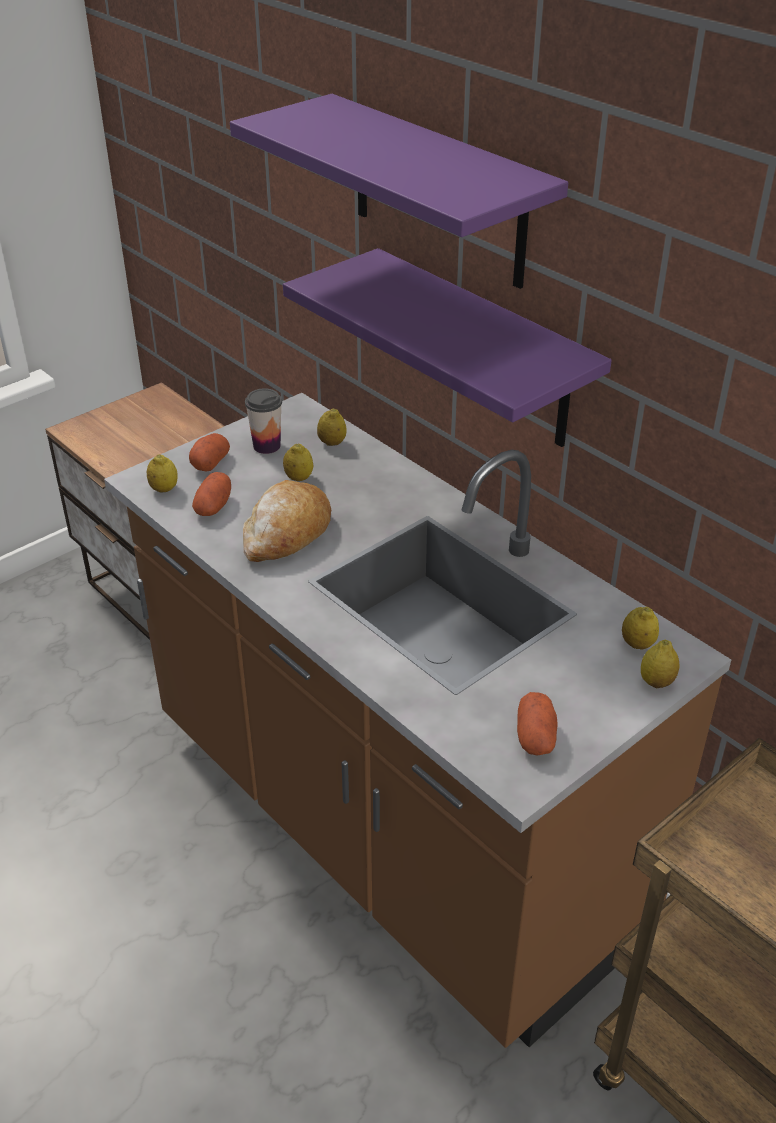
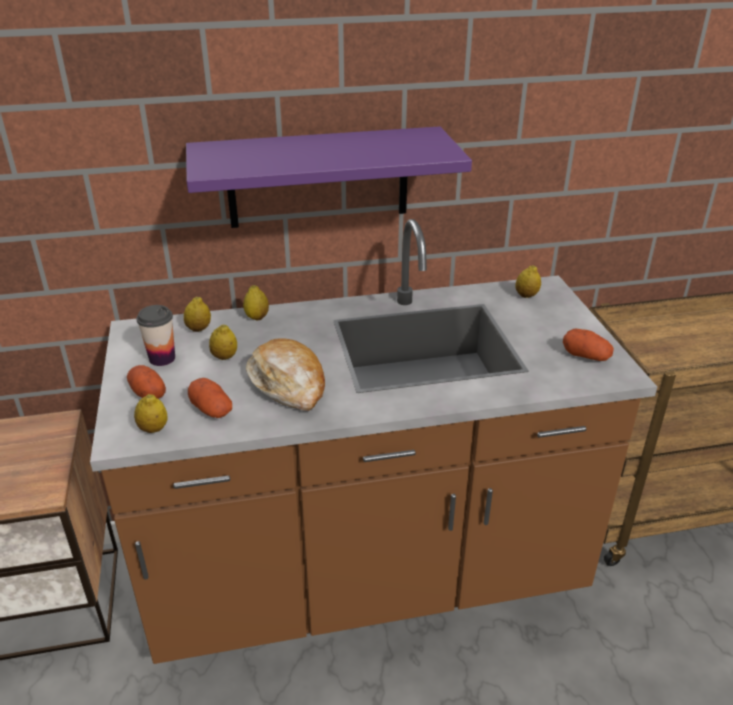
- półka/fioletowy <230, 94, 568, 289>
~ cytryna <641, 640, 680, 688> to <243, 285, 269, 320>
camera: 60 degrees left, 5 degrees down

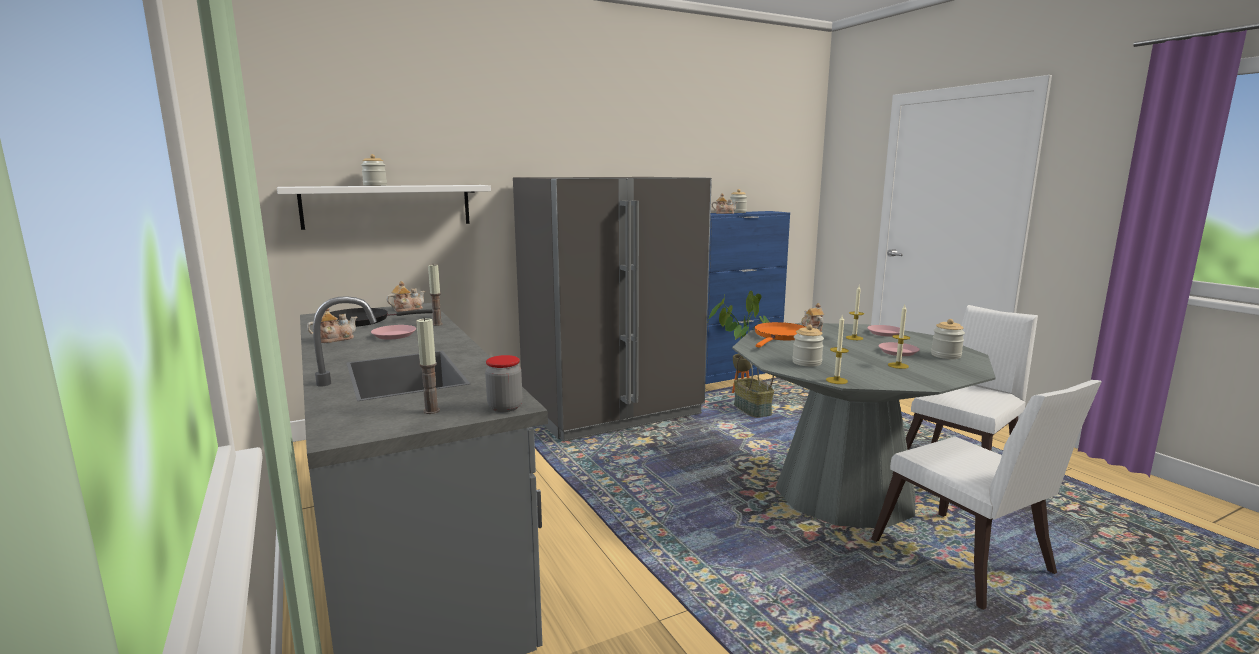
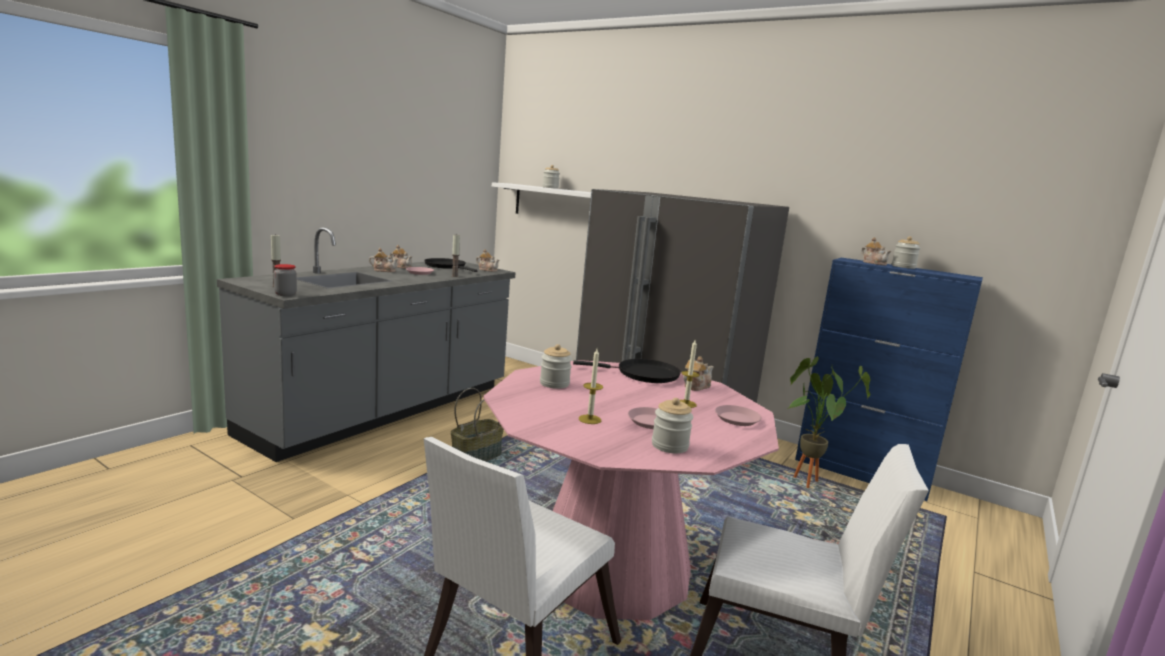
- świeca <826, 315, 849, 384>
+ imbryk <369, 248, 398, 272>
~ koszyk <734, 356, 774, 418> to <451, 388, 504, 461>
~ stół jadalny/szary <732, 323, 996, 528> to stół jadalny/różowy <483, 360, 779, 620>
~ patelnia/pomarańczowy <754, 322, 806, 348> to patelnia/czarny <573, 359, 681, 383>
camera: 60 degrees right, 0 degrees up

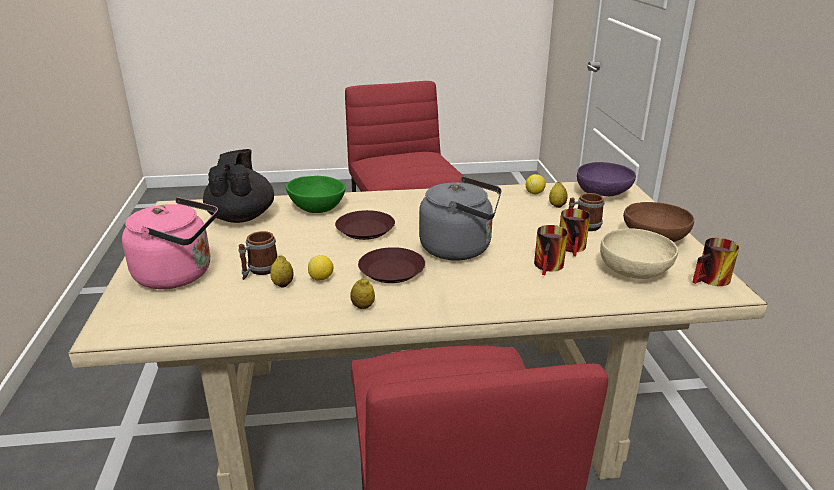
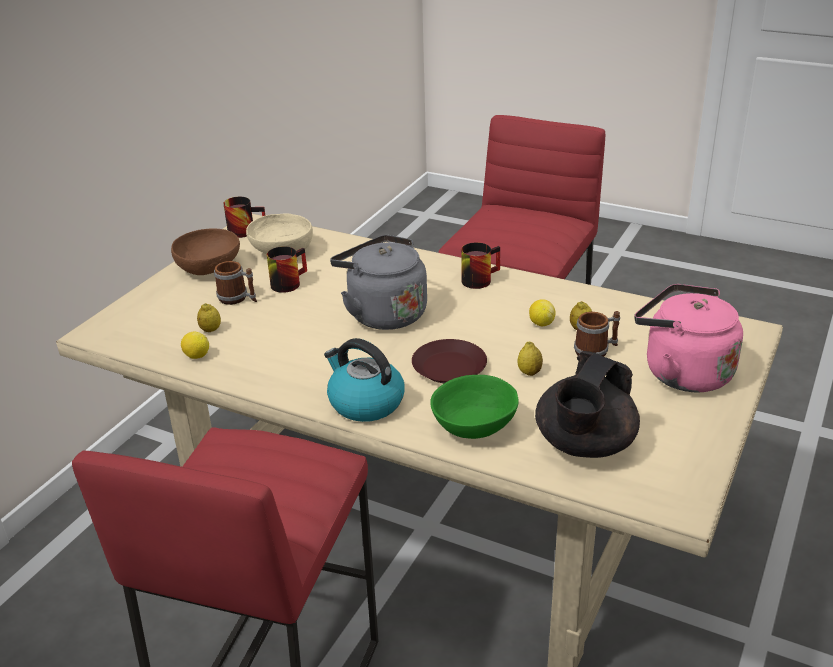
- talerz/brązowy <358, 247, 425, 283>
- miska/fioletowy <577, 162, 636, 196>
+ czajnik <324, 338, 404, 422>
~ cytryna <350, 278, 375, 309> to <517, 342, 543, 376>
~ kubek <534, 225, 568, 275> to <461, 242, 500, 289>
camera: 145 degrees left, 5 degrees up

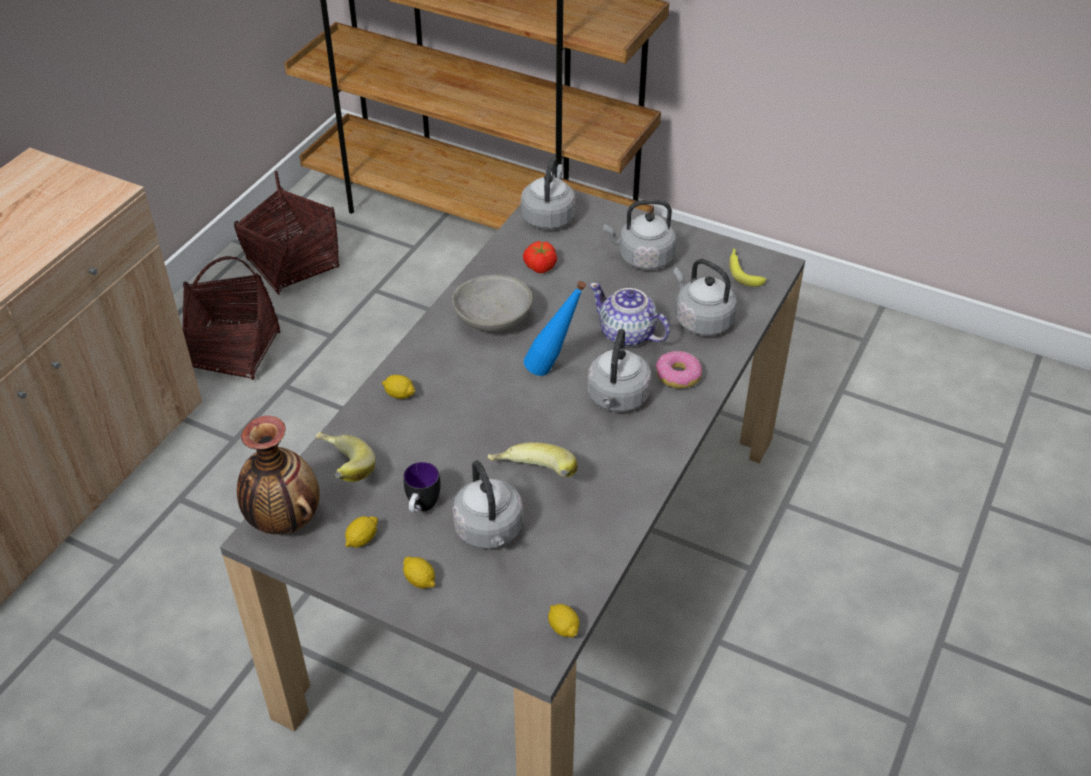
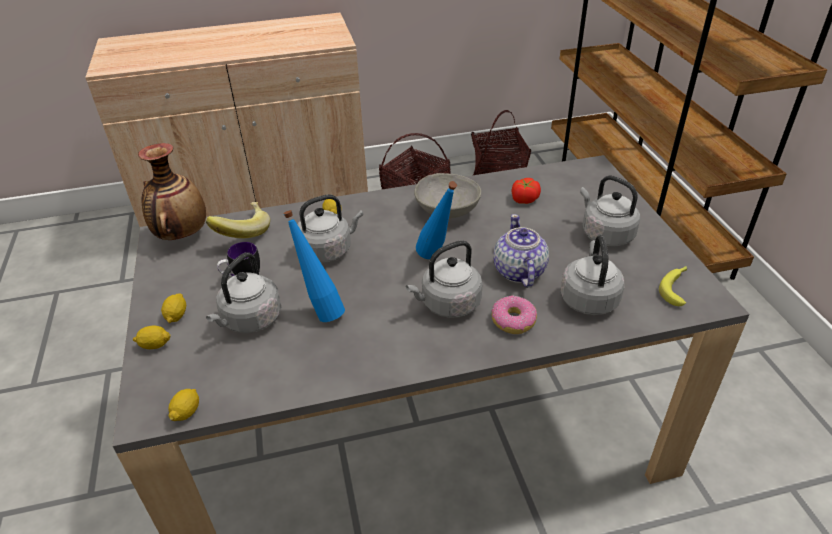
~ cytryna <345, 516, 378, 548> to <133, 325, 171, 349>
~ czajnik/szary <521, 157, 575, 230> to <297, 194, 363, 263>
~ banan <487, 442, 577, 477> to butelka/niebieski <283, 210, 345, 322>
camera: 50 degrees right, 5 degrees down

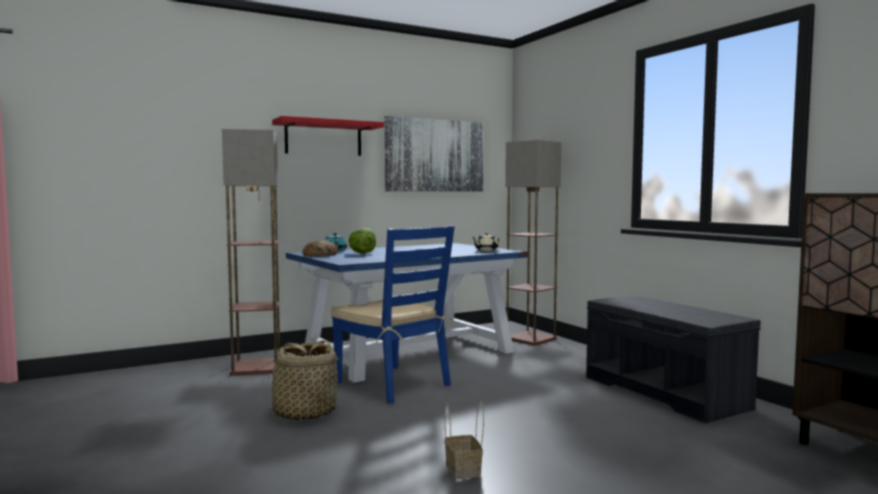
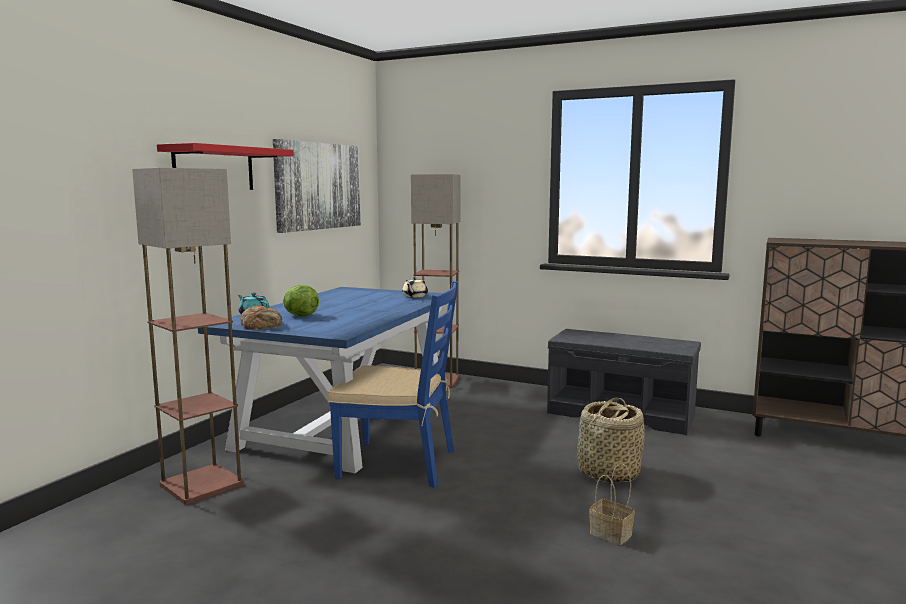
~ koszyk <258, 340, 347, 421> to <577, 398, 645, 482>
camera: 35 degrees left, 5 degrees up

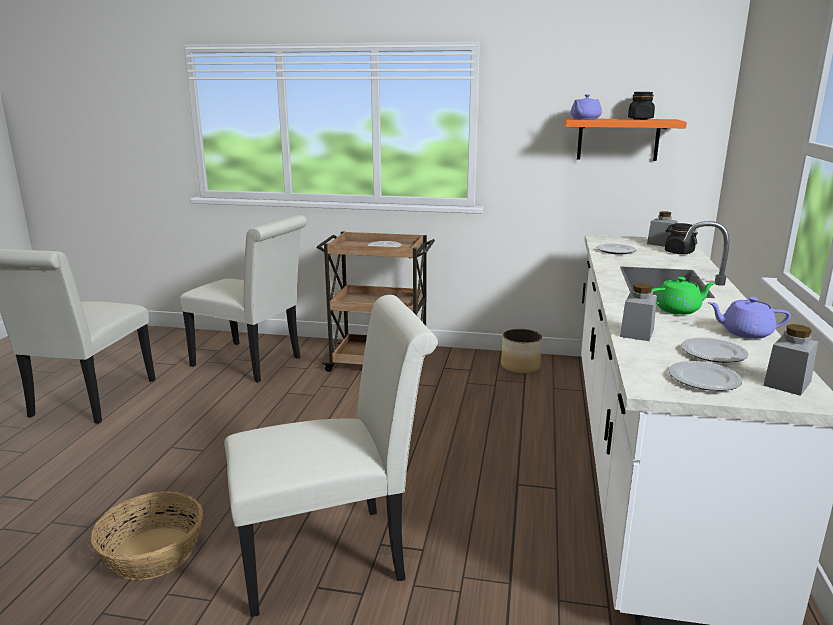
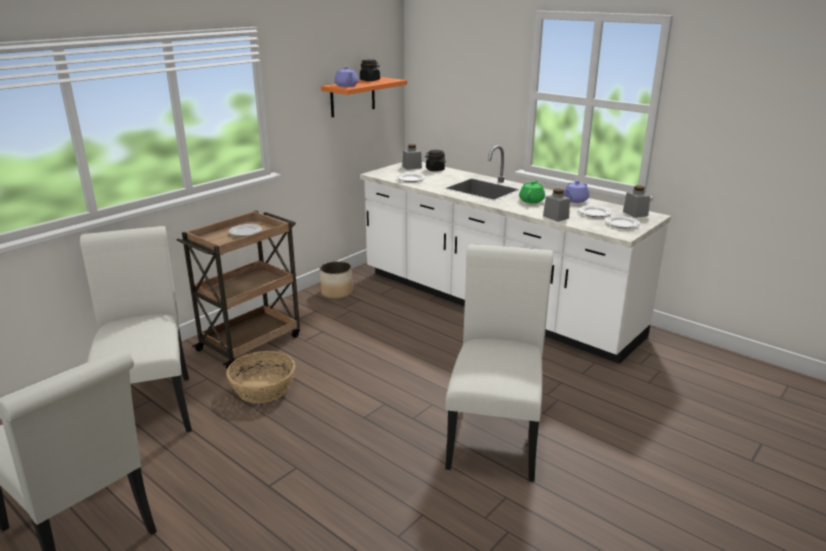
~ koszyk <91, 491, 203, 580> to <226, 351, 295, 403>
~ krzesło/biały <179, 215, 307, 383> = <80, 226, 192, 432> 75 degrees counterclockwise
camera: 60 degrees left, 5 degrees up

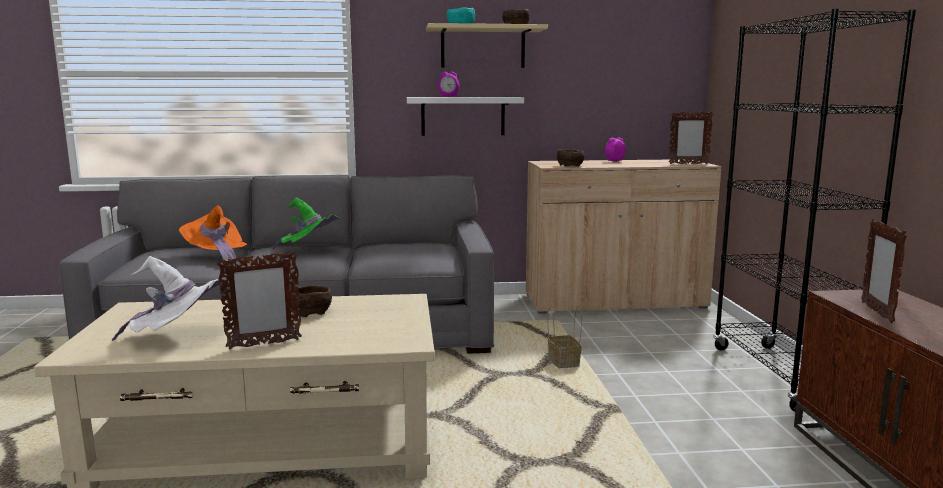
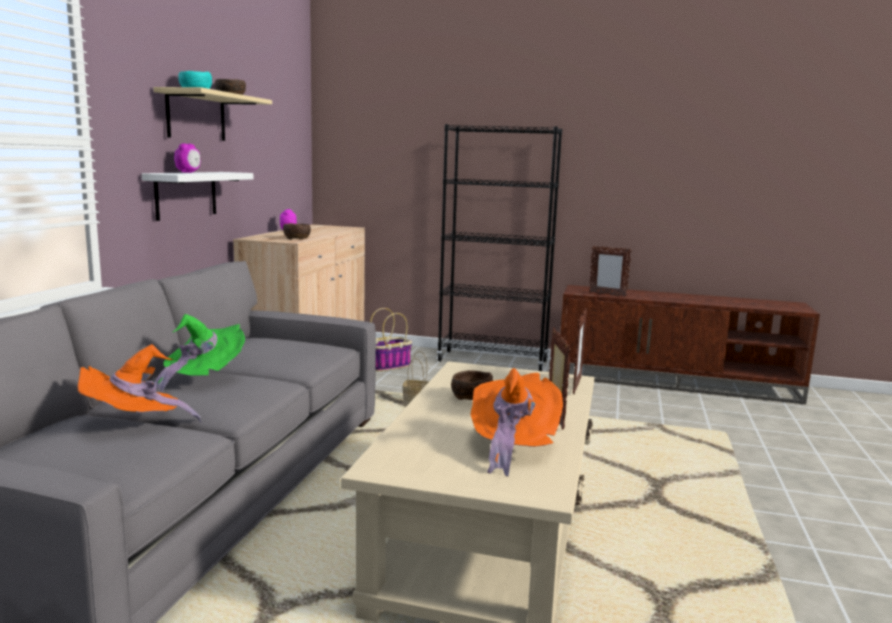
+ koszyk <370, 308, 412, 372>
~ ramka na zdjęcie <669, 111, 713, 164> to <573, 308, 587, 394>
~ kapelusz/biały <112, 256, 222, 341> to kapelusz/pomarańczowy <471, 368, 563, 476>
camera: 70 degrees left, 0 degrees up

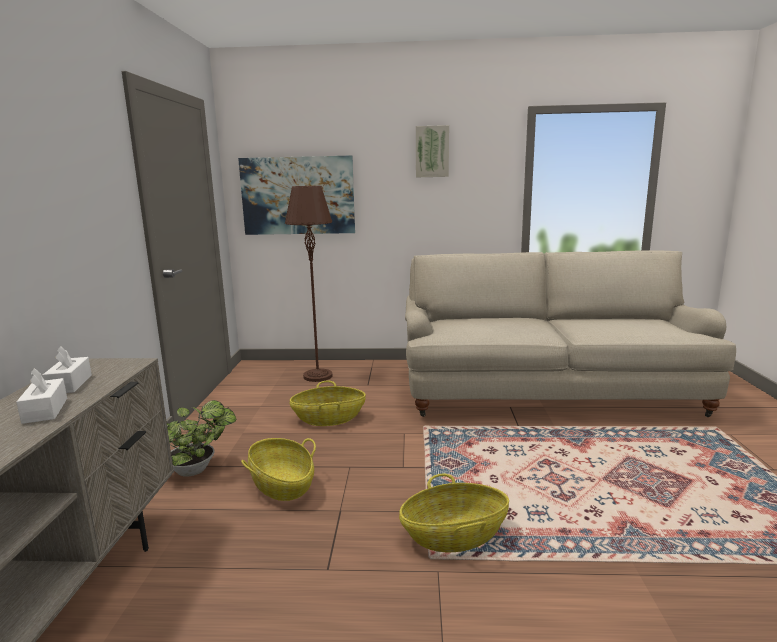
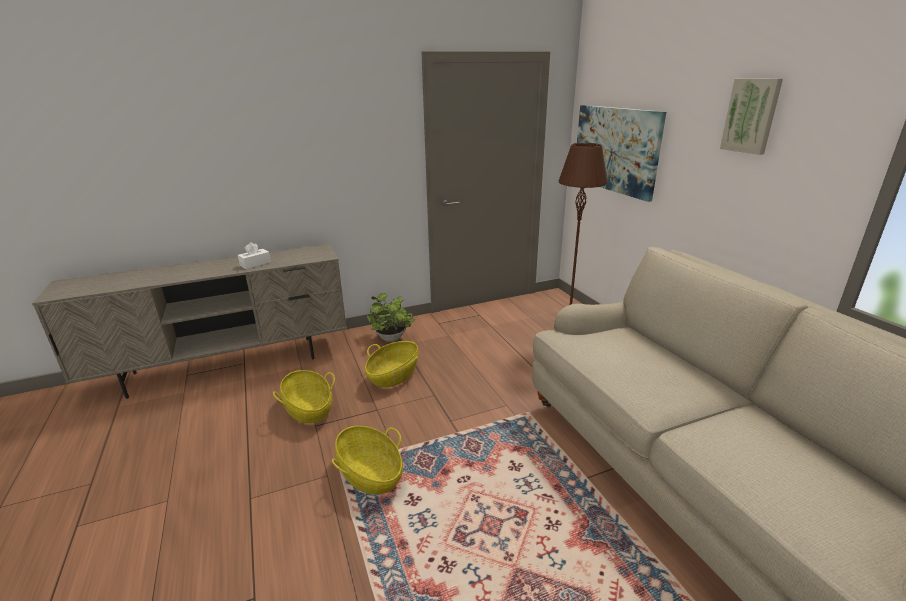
- pudełko chusteczek/biały <42, 346, 92, 393>
~ koszyk <290, 381, 366, 426> to <273, 370, 335, 423>
camera: 65 degrees right, 10 degrees up

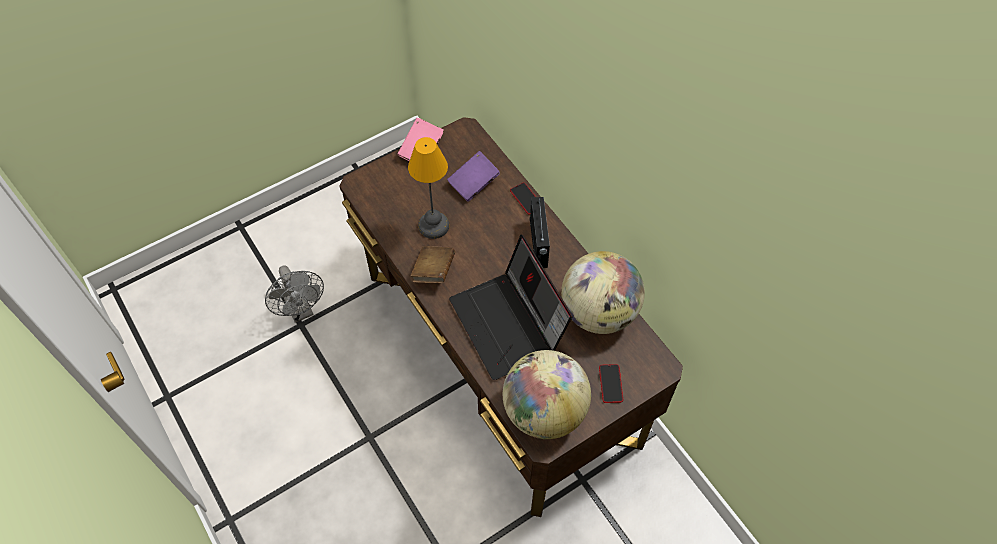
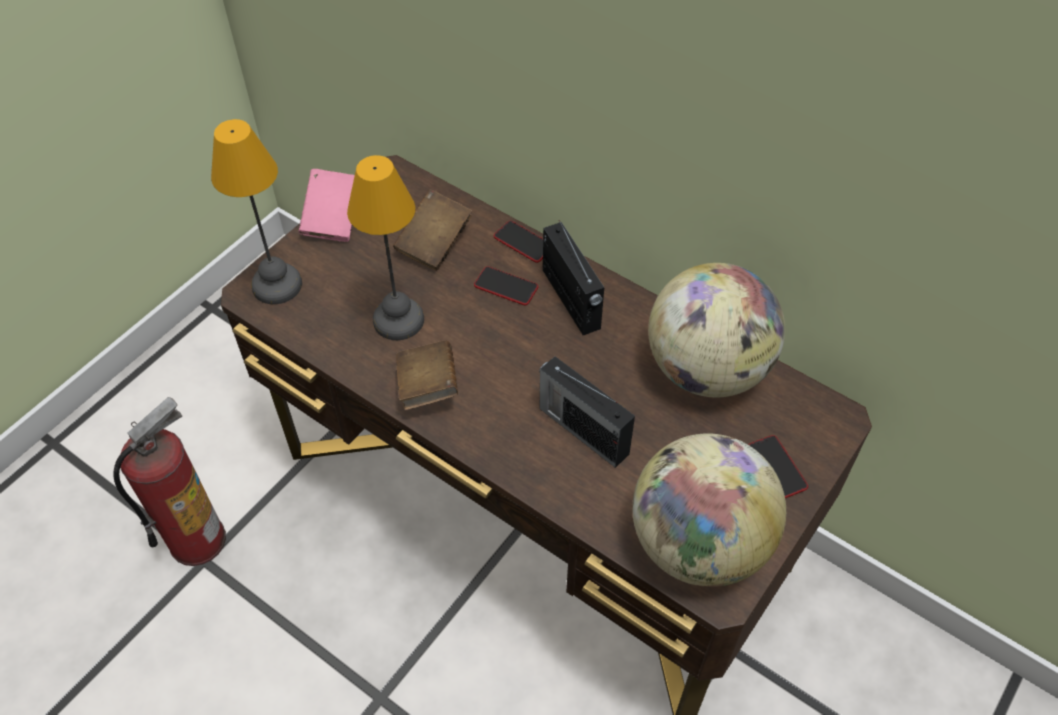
+ lampa stołowa <211, 119, 302, 304>
+ telefon <474, 266, 538, 305>
~ wentylator/szary <265, 265, 324, 323> to gaśnica <113, 397, 226, 566>
~ laptop <449, 235, 573, 380> to radio <539, 356, 635, 468>
~ książka/fioletowy <447, 151, 500, 202> to książka/brązowy <393, 189, 472, 271>
camera: 20 degrees left, 5 degrees down

